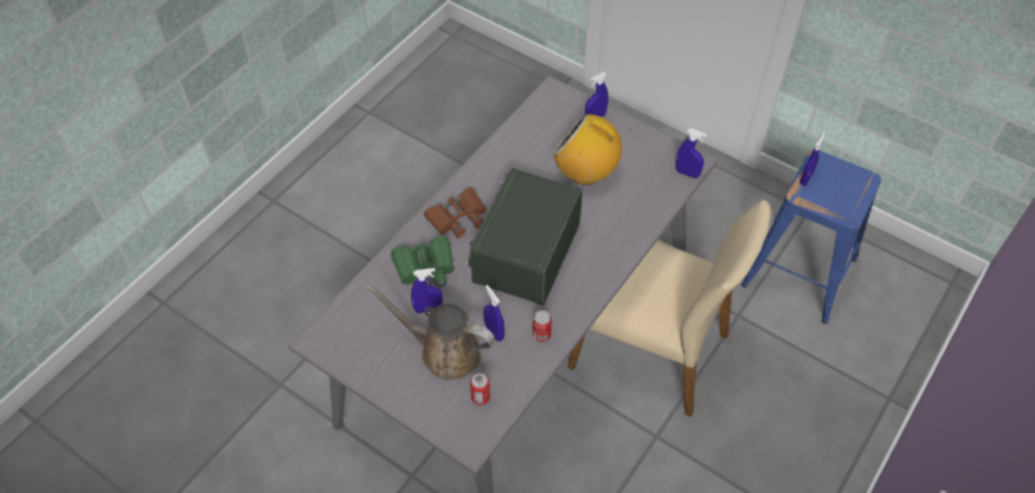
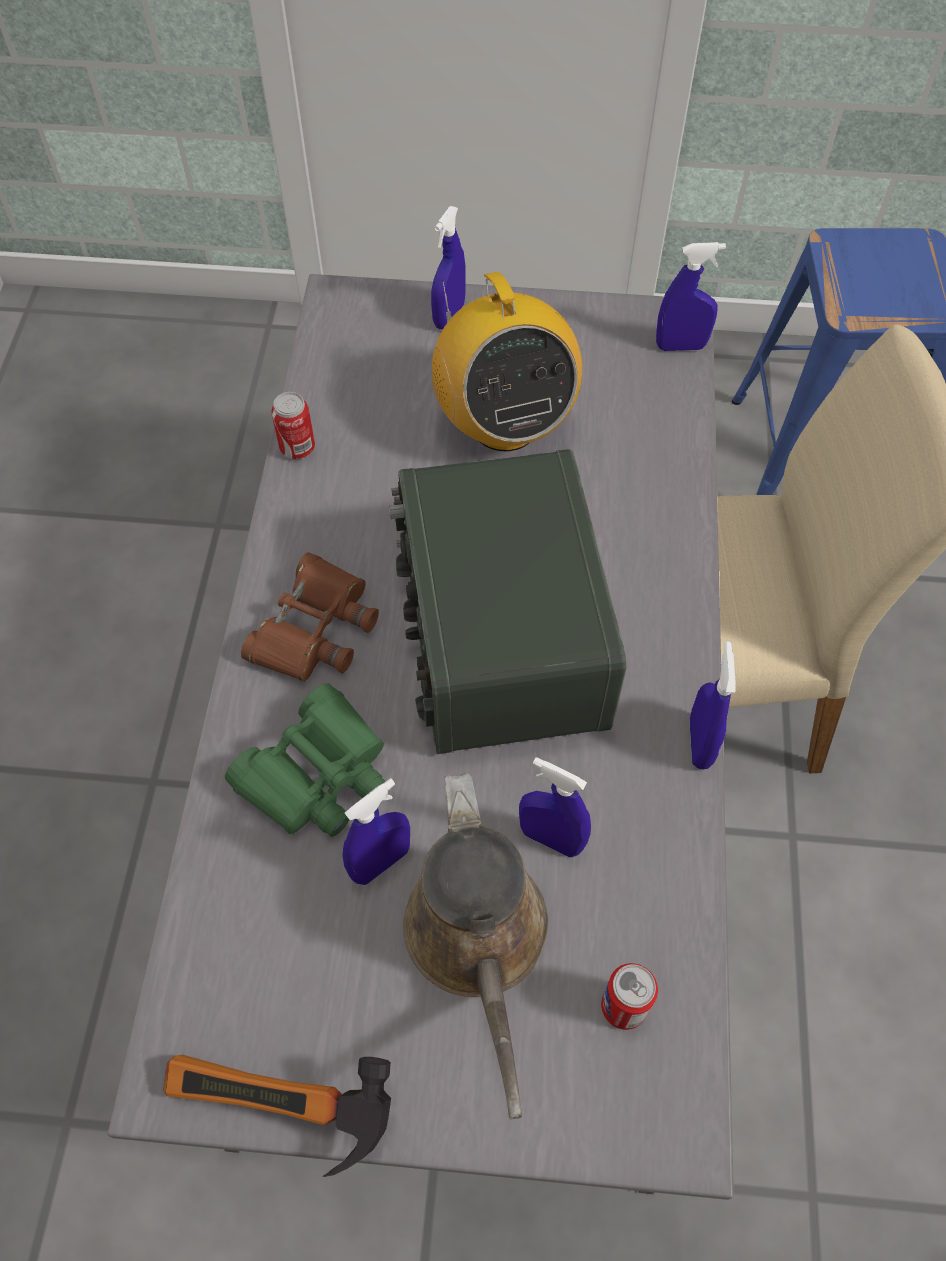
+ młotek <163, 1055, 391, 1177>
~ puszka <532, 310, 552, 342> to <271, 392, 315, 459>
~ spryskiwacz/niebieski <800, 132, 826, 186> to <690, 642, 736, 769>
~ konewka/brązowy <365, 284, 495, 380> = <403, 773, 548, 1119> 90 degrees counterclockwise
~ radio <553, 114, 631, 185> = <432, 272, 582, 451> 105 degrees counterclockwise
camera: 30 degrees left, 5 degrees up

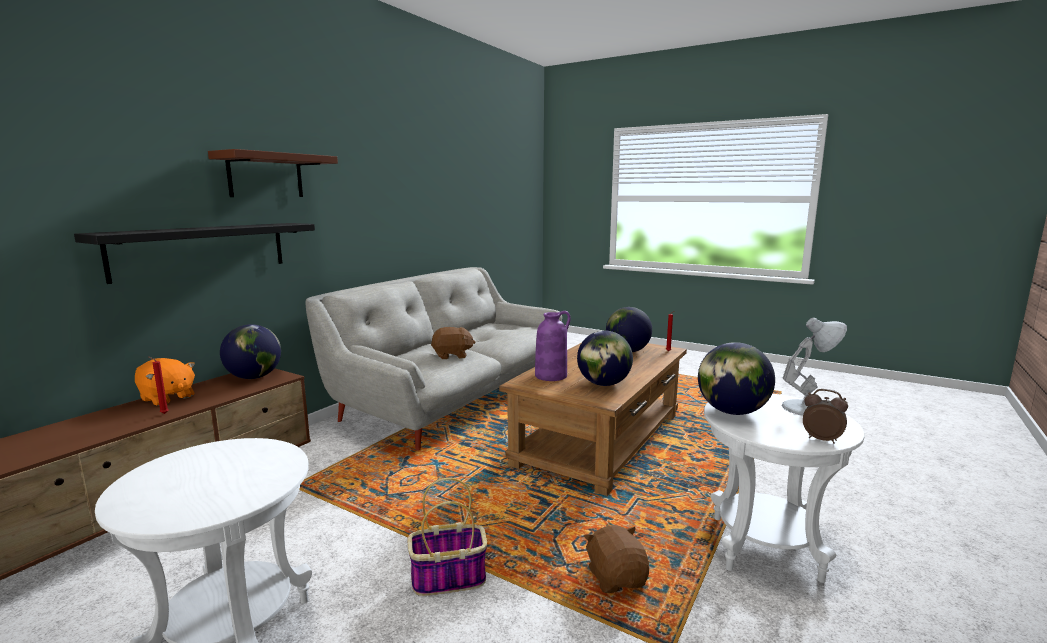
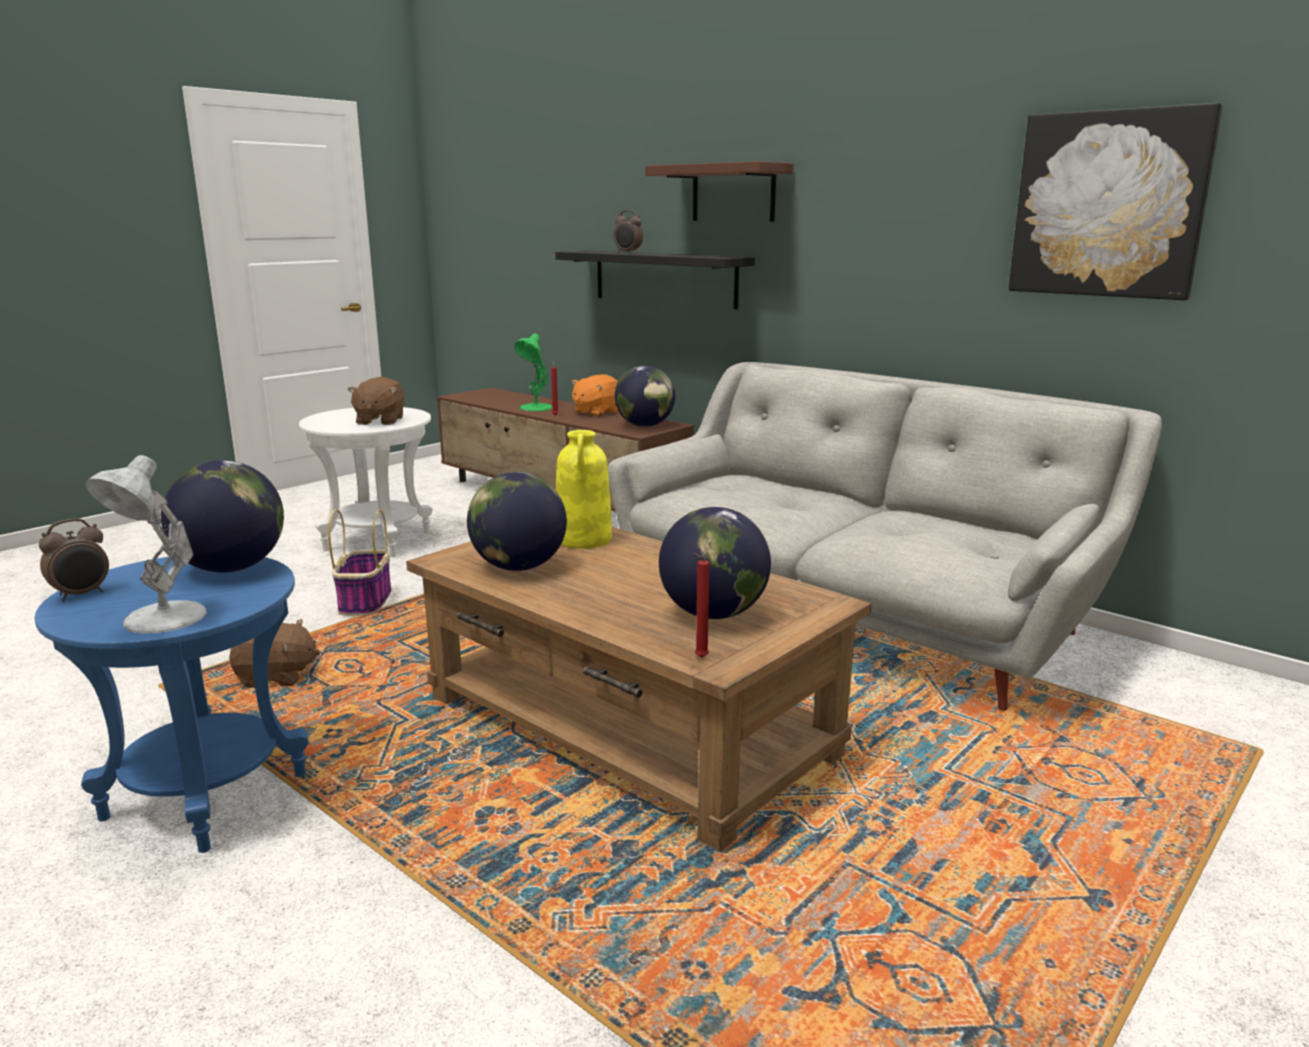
+ lampa stołowa/zielony <514, 334, 552, 411>
+ budzik <613, 210, 643, 253>
+ obraz <1009, 103, 1223, 300>
~ pluszak/brązowy <431, 327, 475, 359> to <347, 377, 404, 425>
~ wazon/fioletowy <535, 311, 571, 381> to wazon/żółty <556, 430, 612, 549>
~ stolik/biały <704, 394, 864, 583> to stolik/niebieski <35, 557, 308, 853>
camera: 100 degrees right, 5 degrees up

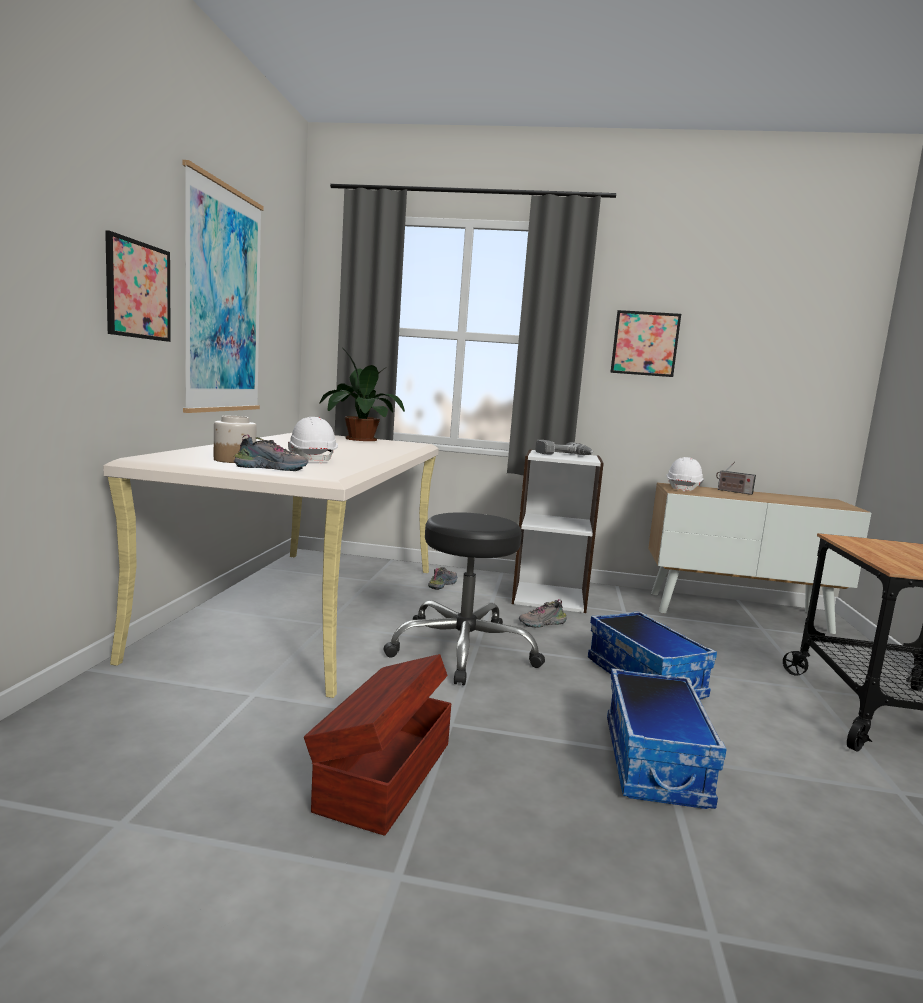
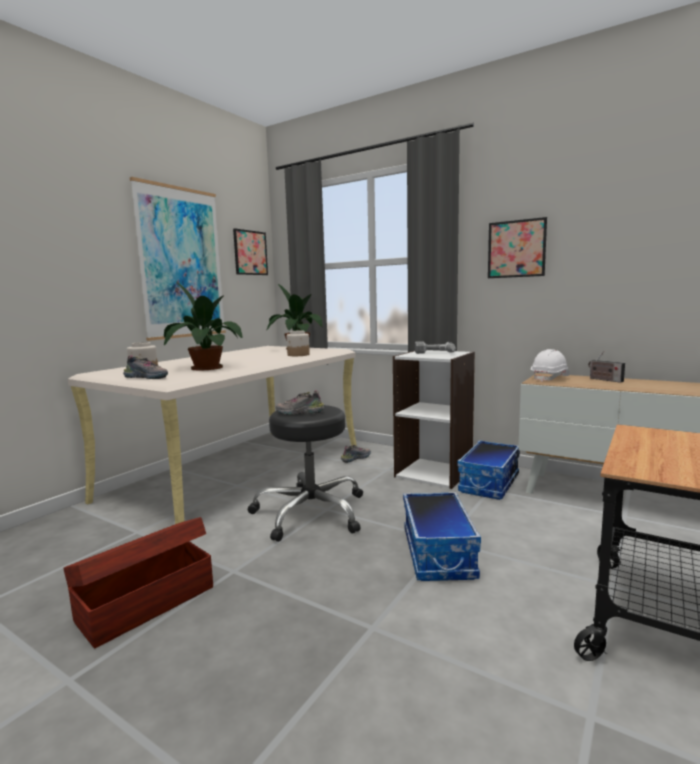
+ słoik <287, 330, 310, 356>
~ obraz <105, 230, 171, 342> to <233, 228, 268, 275>
~ but <519, 599, 567, 628> to <275, 390, 324, 415>
~ pojemnik do przechowywania <607, 668, 727, 809> to <457, 440, 520, 500>
~ kask/biały <288, 417, 338, 463> to roślina doniczkowa <164, 282, 243, 370>
camera: 25 degrees right, 0 degrees up

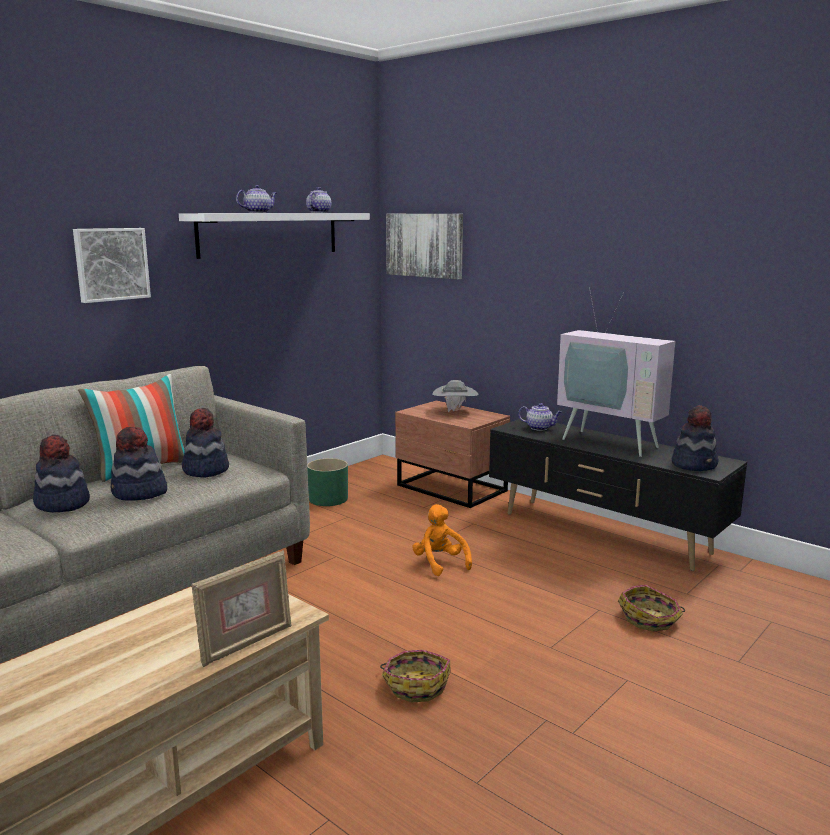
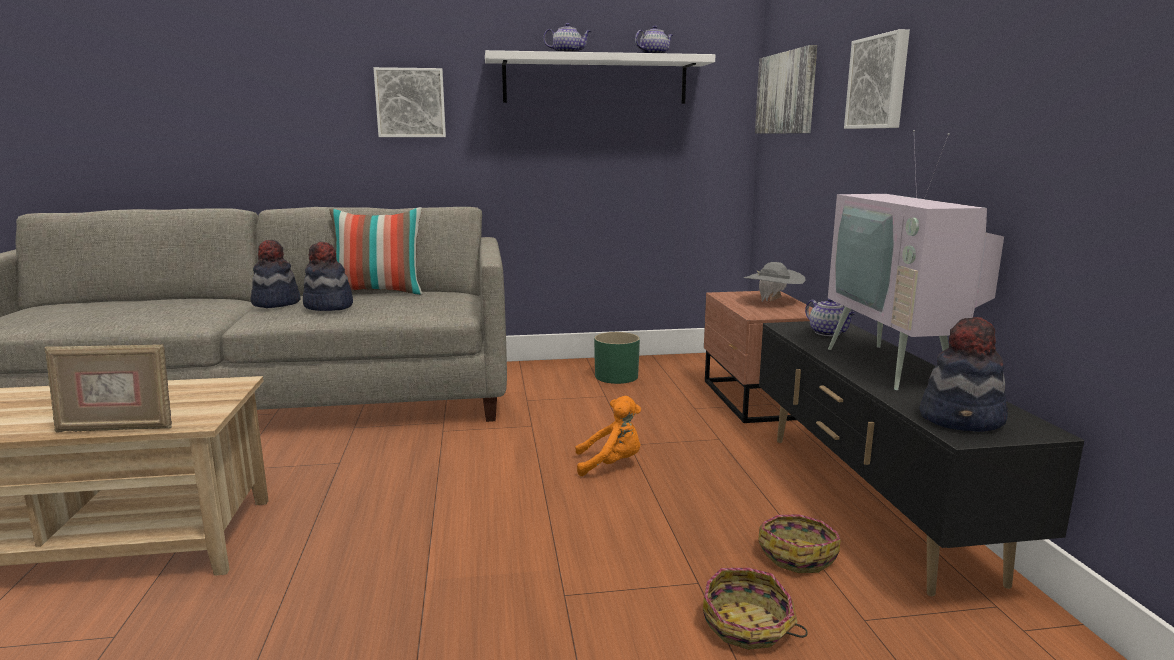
- kapelusz <182, 408, 229, 478>
+ obraz <844, 29, 910, 129>
~ koszyk <380, 650, 450, 702> to <758, 514, 841, 573>
~ pluszak/pomarańczowy <412, 504, 472, 576> = <575, 396, 641, 476> 75 degrees clockwise
camera: 40 degrees right, 0 degrees up

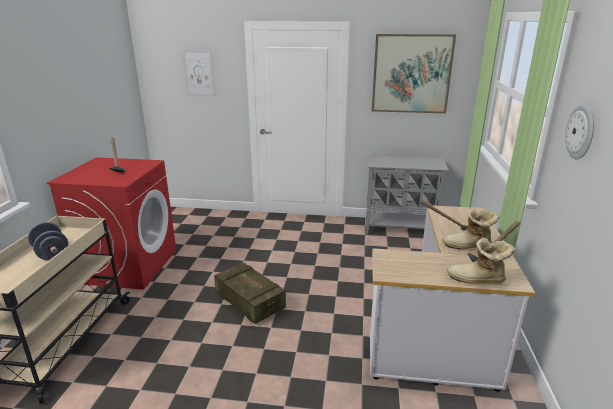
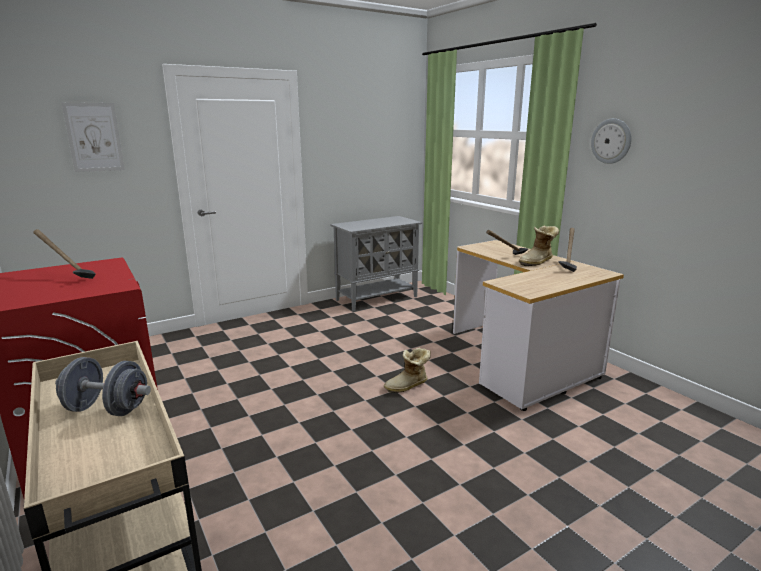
- skrzynka <214, 263, 286, 324>
- obraz <372, 34, 456, 113>
~ but z cholewką <447, 238, 516, 283> to <384, 348, 431, 393>
camera: 40 degrees left, 5 degrees down

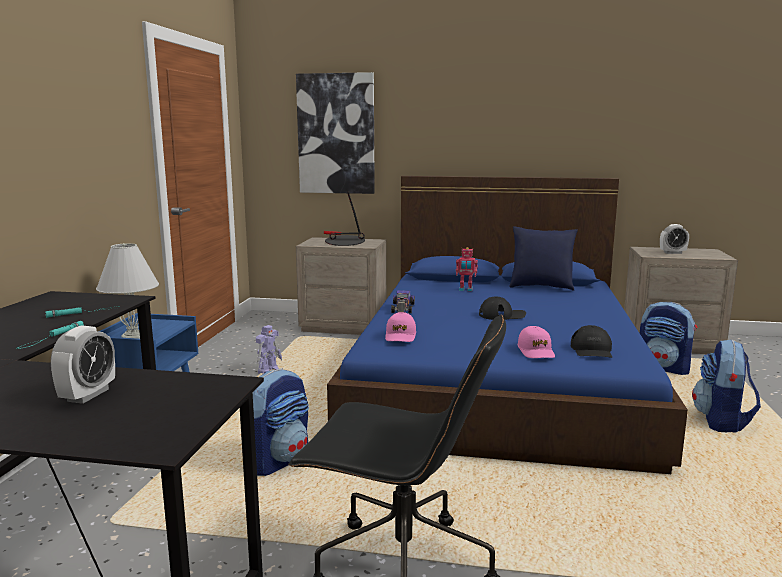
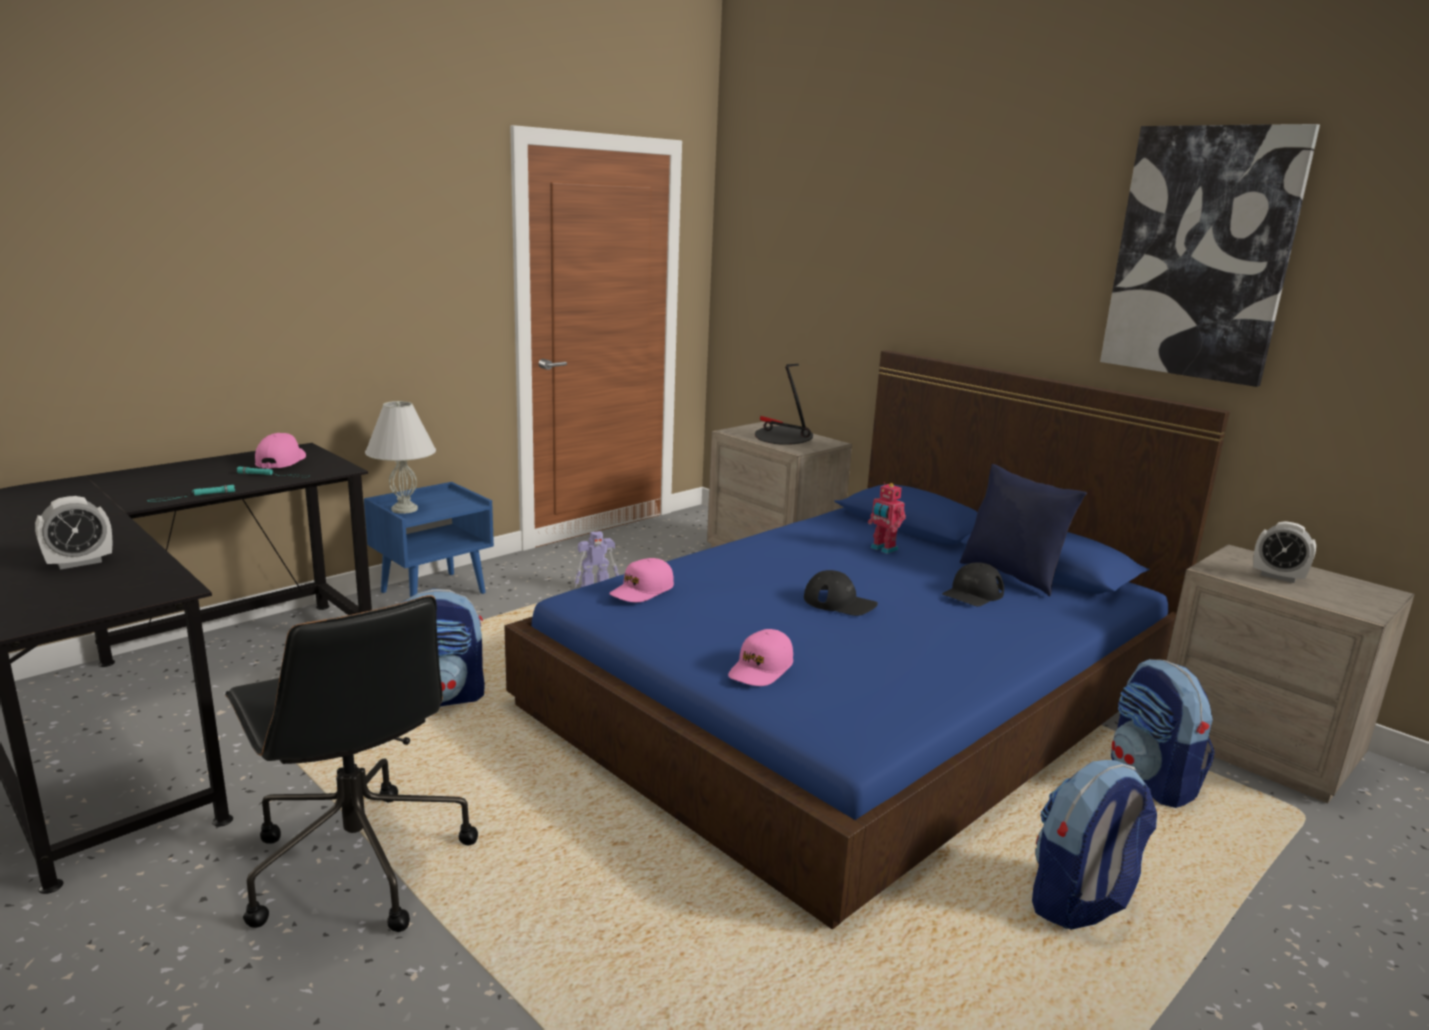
- samochodzik <391, 290, 415, 313>
+ czapka z daszkiem/różowy <255, 433, 306, 469>
~ obraz <296, 72, 375, 194> to <1100, 124, 1320, 387>
~ czapka z daszkiem/czarny <571, 325, 612, 358> to <942, 562, 1004, 606>
camera: 35 degrees right, 5 degrees up

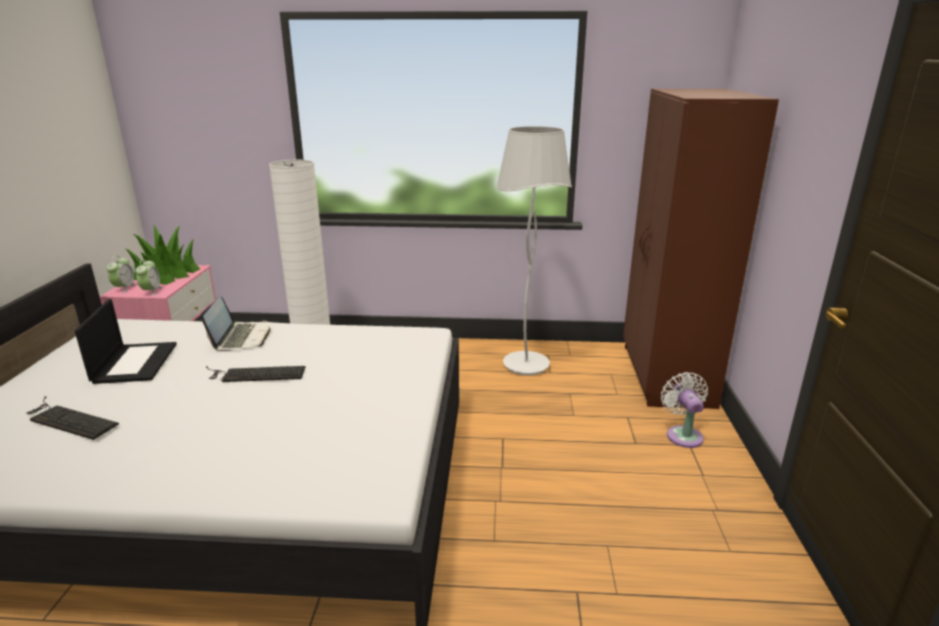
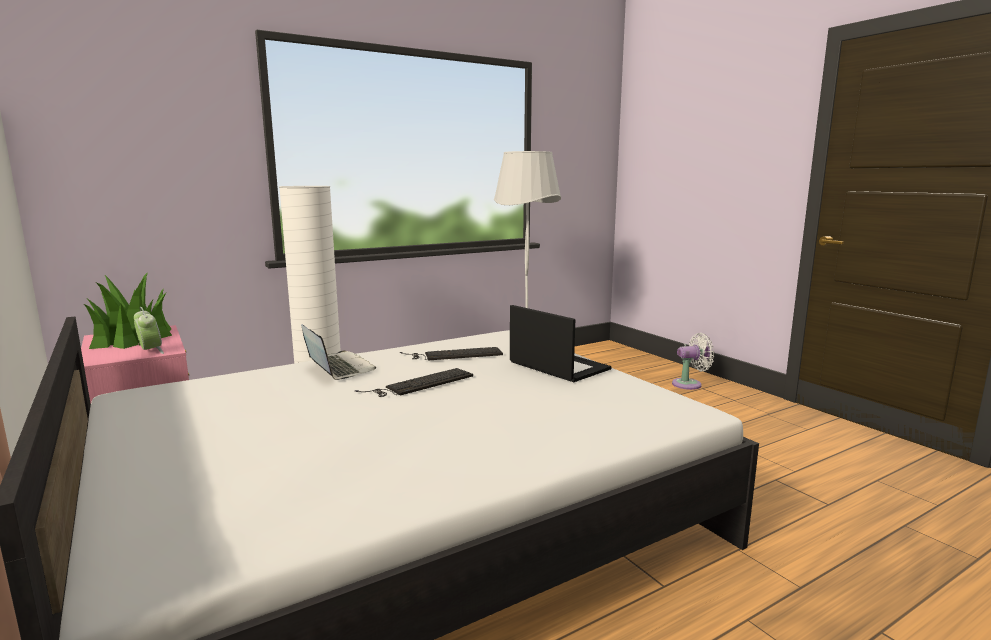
- budzik <106, 256, 137, 293>
- szafa/brązowy <623, 89, 779, 409>
~ klawiatura <26, 396, 119, 440> to <400, 347, 503, 360>
~ laptop <75, 299, 177, 384> to <510, 305, 611, 382>
~ wentylator/biały <661, 372, 708, 448> = <672, 333, 714, 390> 120 degrees clockwise
camera: 35 degrees left, 10 degrees down

